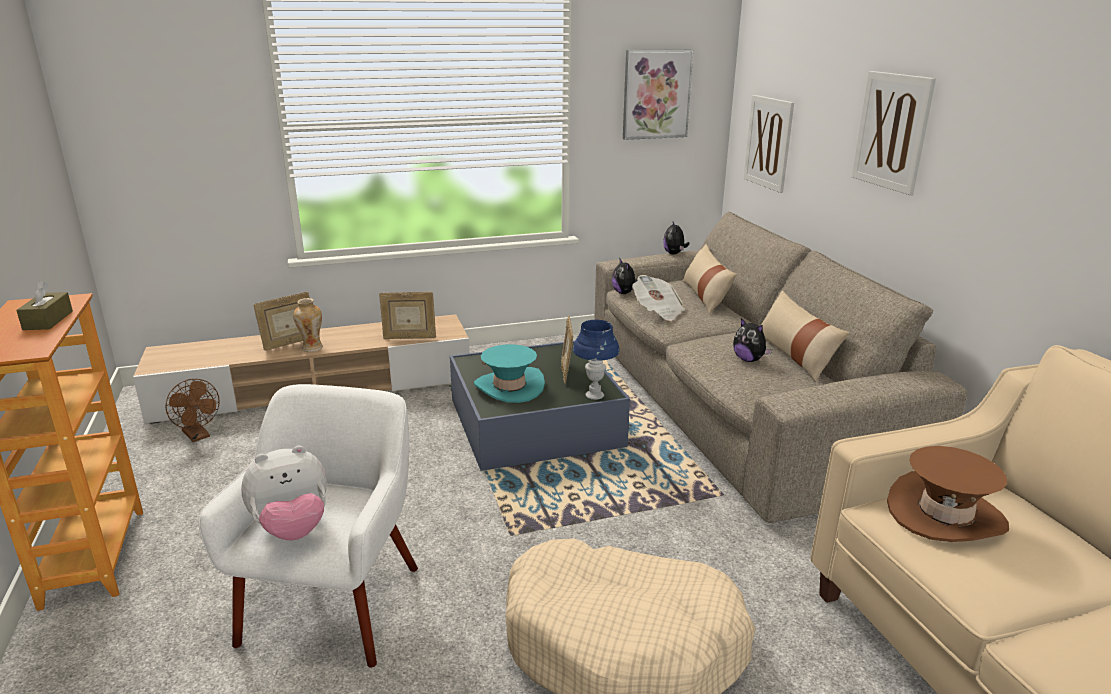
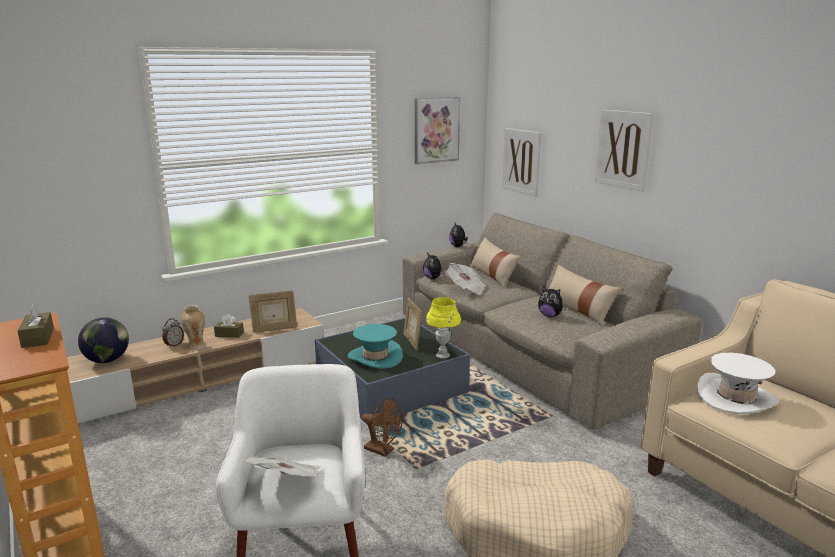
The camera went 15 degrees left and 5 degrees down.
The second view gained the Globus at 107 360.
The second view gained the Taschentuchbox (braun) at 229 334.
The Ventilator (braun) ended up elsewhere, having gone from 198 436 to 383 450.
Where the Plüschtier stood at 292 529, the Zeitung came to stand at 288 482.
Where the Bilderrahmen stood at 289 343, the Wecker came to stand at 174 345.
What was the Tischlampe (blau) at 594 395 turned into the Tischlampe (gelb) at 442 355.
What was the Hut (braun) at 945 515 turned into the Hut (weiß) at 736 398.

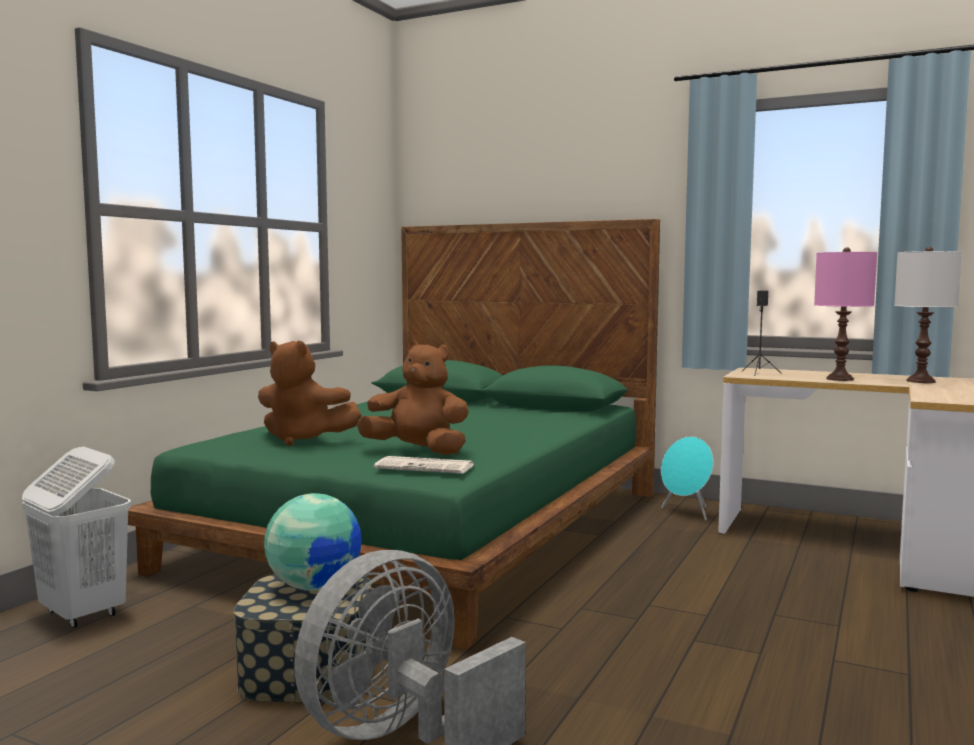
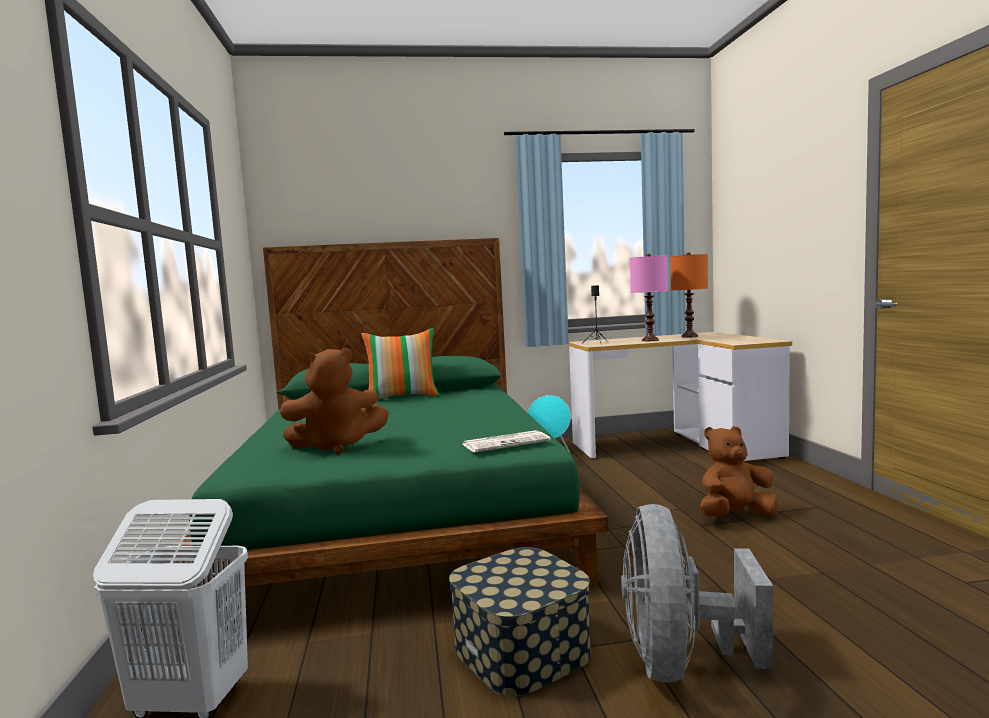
The camera went 35 degrees left and 0 degrees up.
The second view lost the Globus at 314 586.
The second view gained the Kissen at 403 397.
The Plüschtier (braun) ended up elsewhere, having gone from 418 451 to 735 516.
What was the Tischlampe (weiß) at 920 381 turned into the Tischlampe (orange) at 689 336.

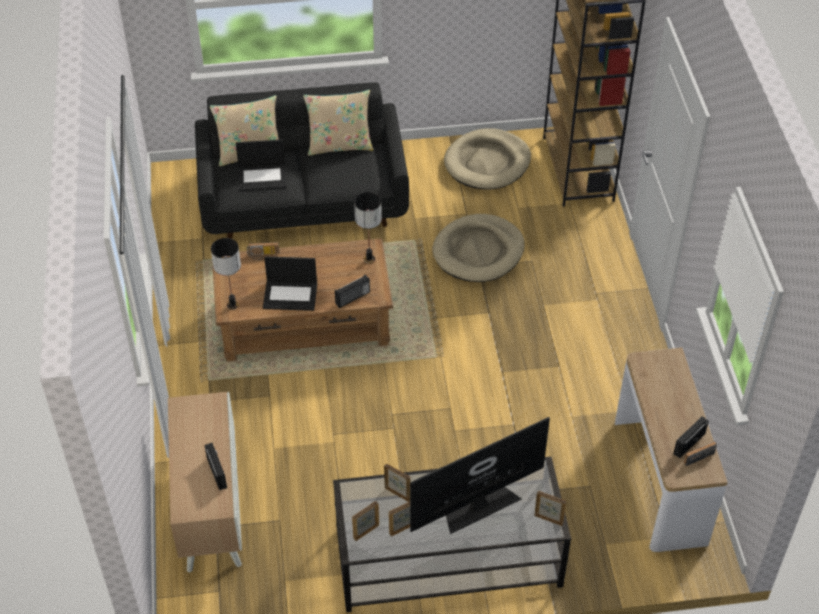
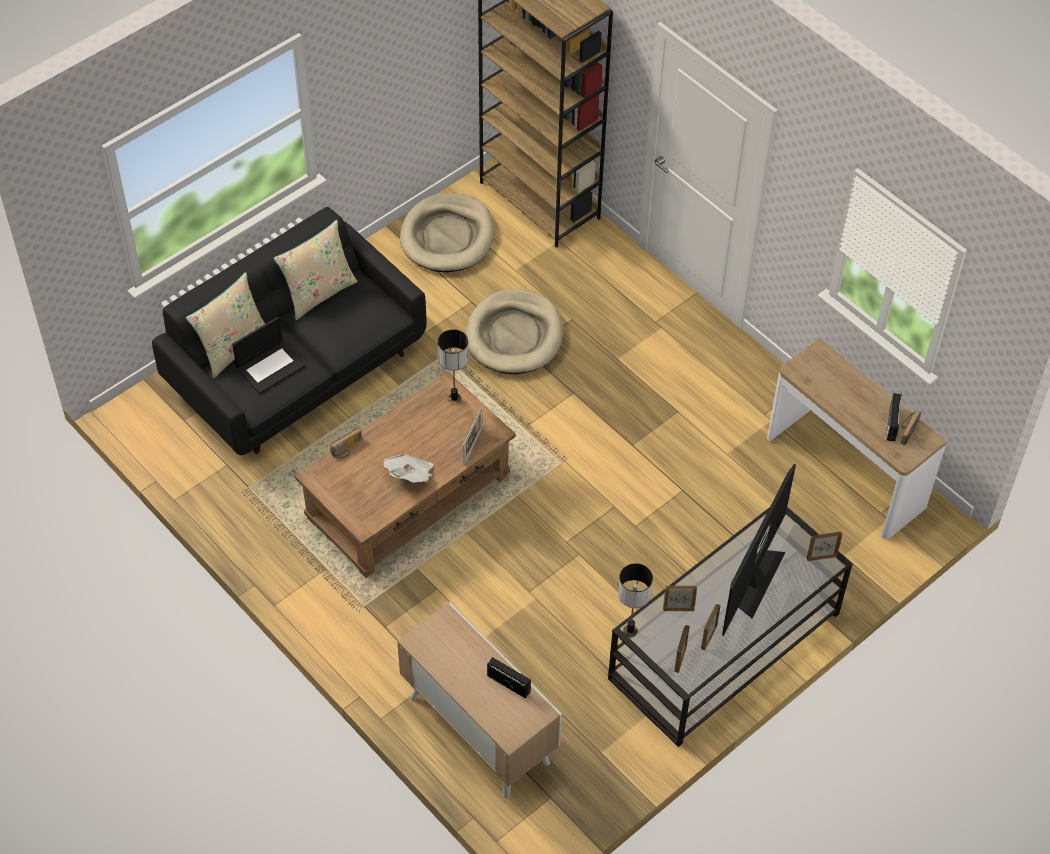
The camera went 35 degrees left and 5 degrees up.
The Tischlampe ended up elsewhere, having gone from 232 305 to 630 631.
Where the Laptop stood at 291 295, the Zeitung came to stand at 410 475.
Where the Radio stood at 353 298, the Bilderrahmen came to stand at 473 447.

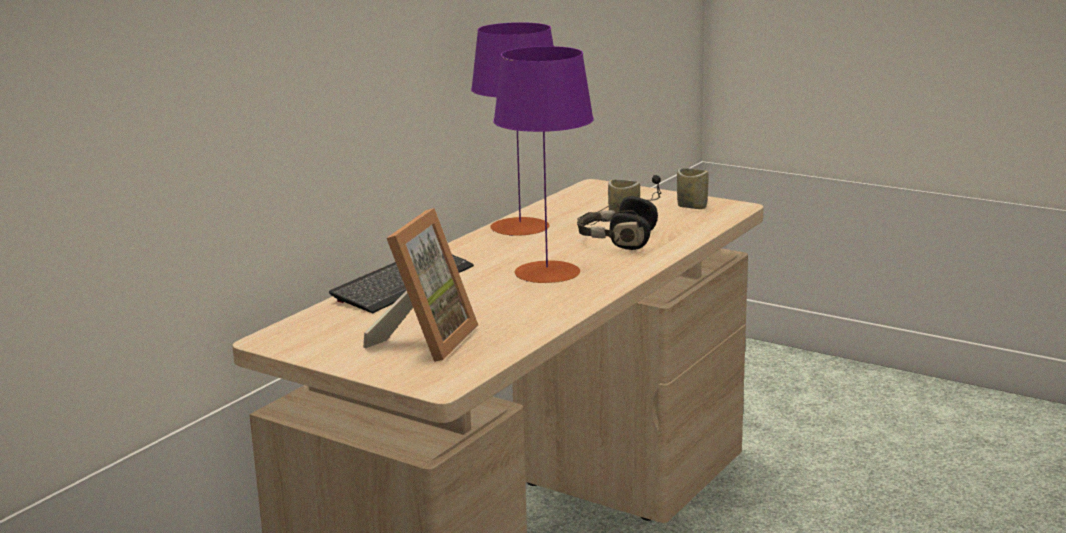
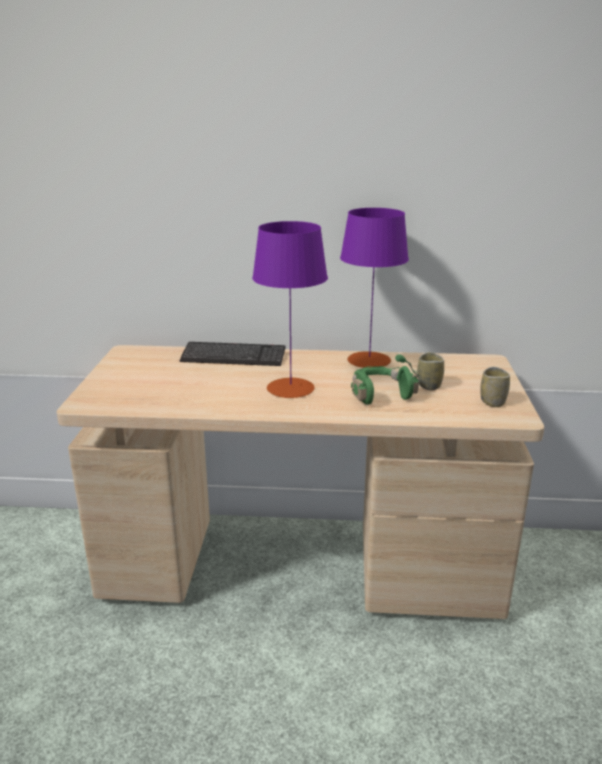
The camera went 60 degrees right and 5 degrees up.
The second view lost the Bilderrahmen at 425 341.
What was the Kopfhörer (schwarz) at 618 240 turned into the Kopfhörer (grün) at 379 394.

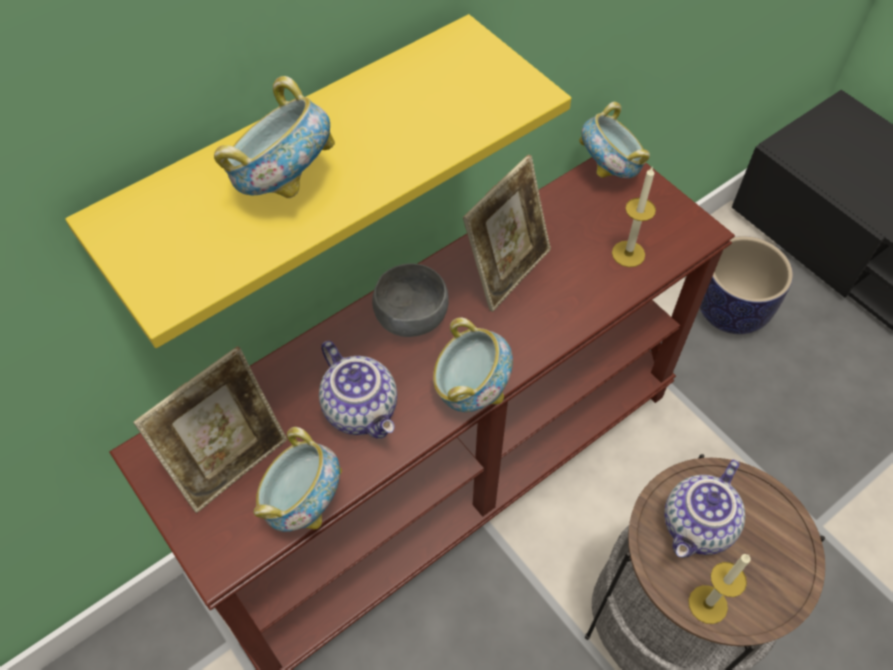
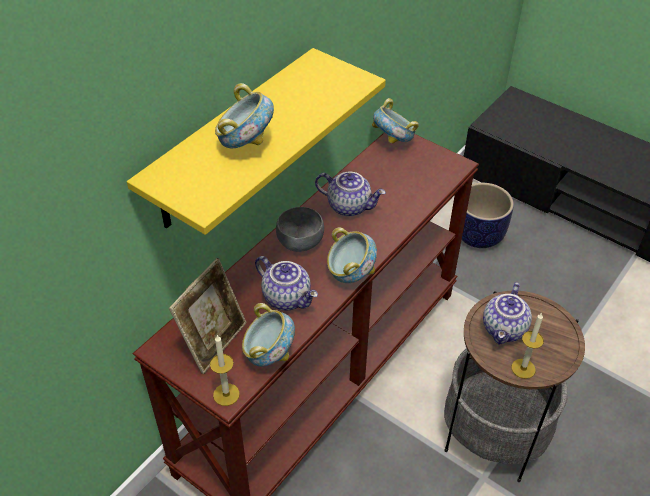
The camera went 15 degrees left and 10 degrees down.
The Kerze ended up elsewhere, having gone from 628 254 to 226 394.
Where the Bilderrahmen stood at 506 270, the Teekanne came to stand at 349 206.

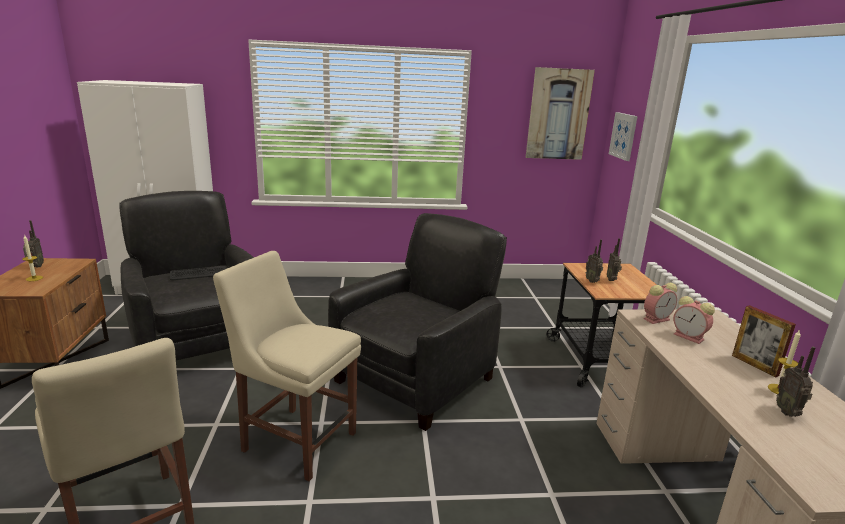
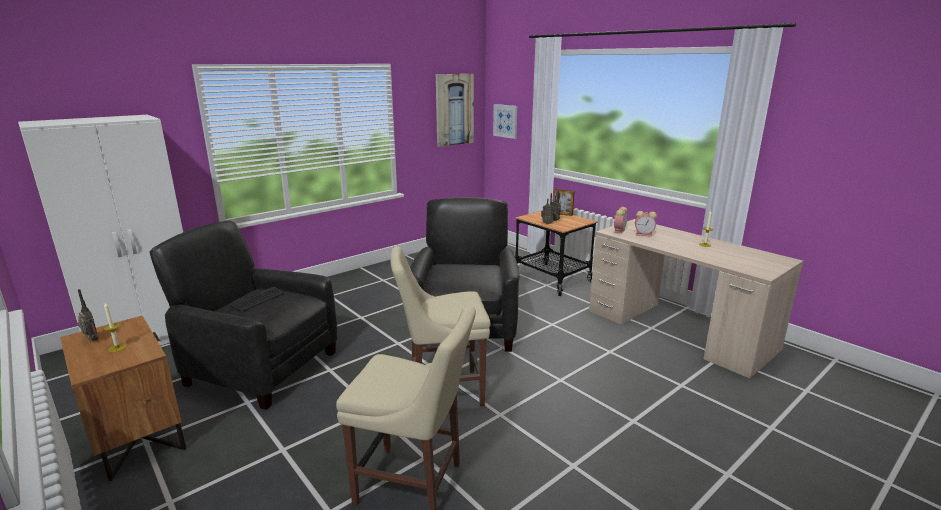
The camera went 35 degrees left and 0 degrees up.
The second view lost the Radio at 788 412.
The Bilderrahmen ended up elsewhere, having gone from 754 365 to 562 214.

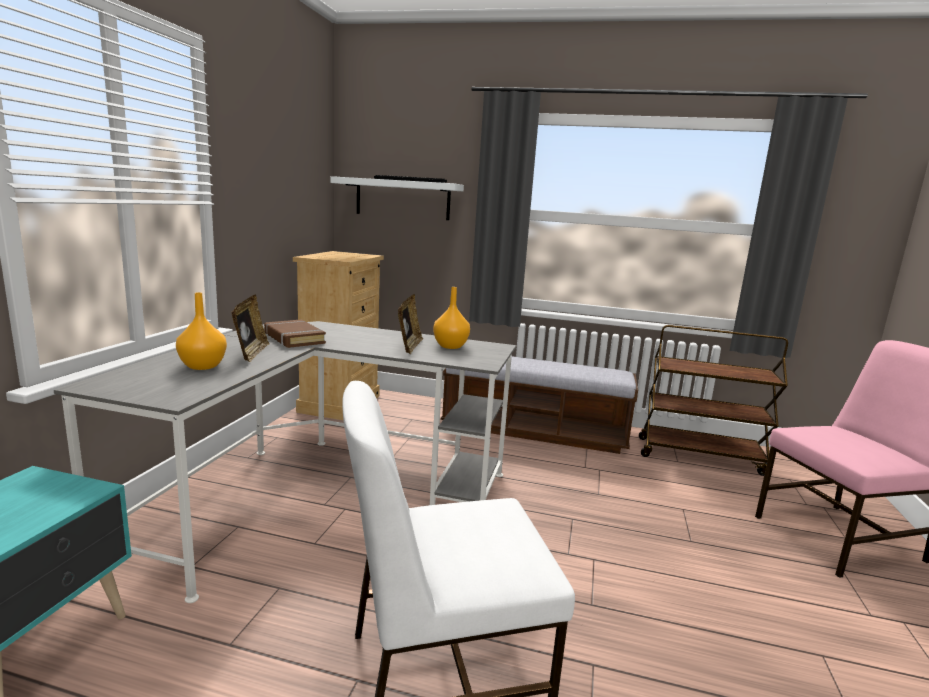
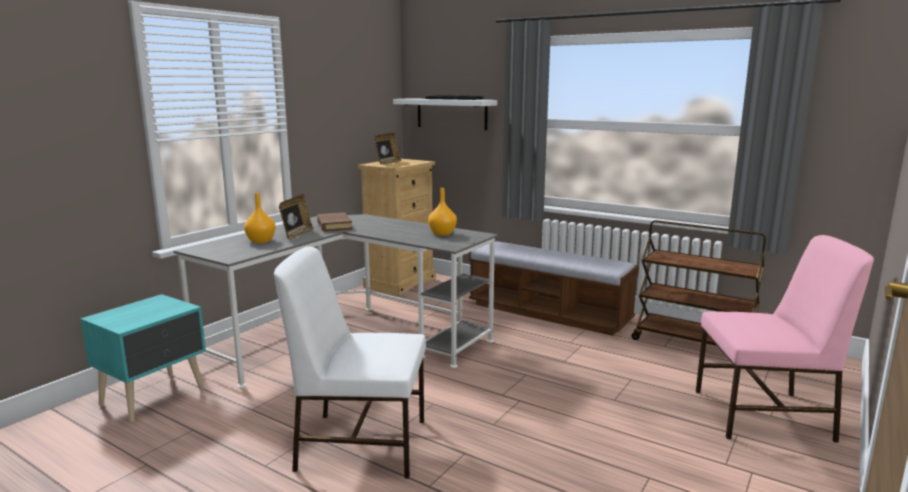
The camera went 20 degrees right and 0 degrees up.
The Bilderrahmen ended up elsewhere, having gone from 409 347 to 387 163.

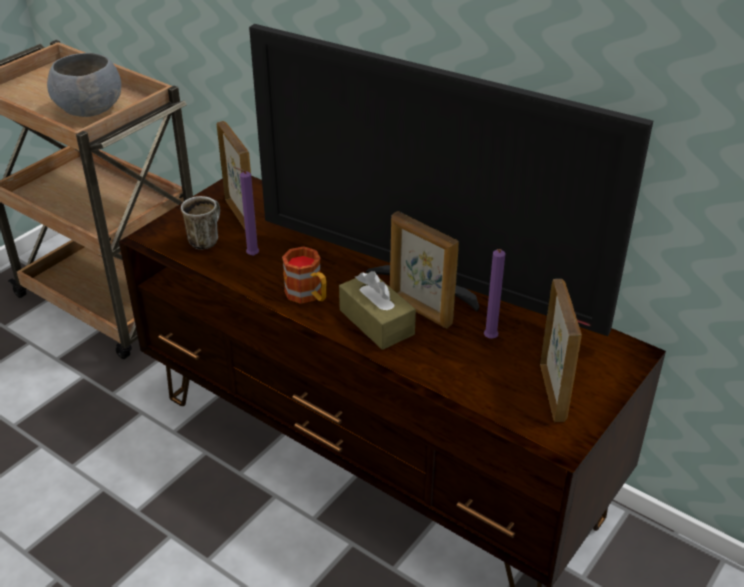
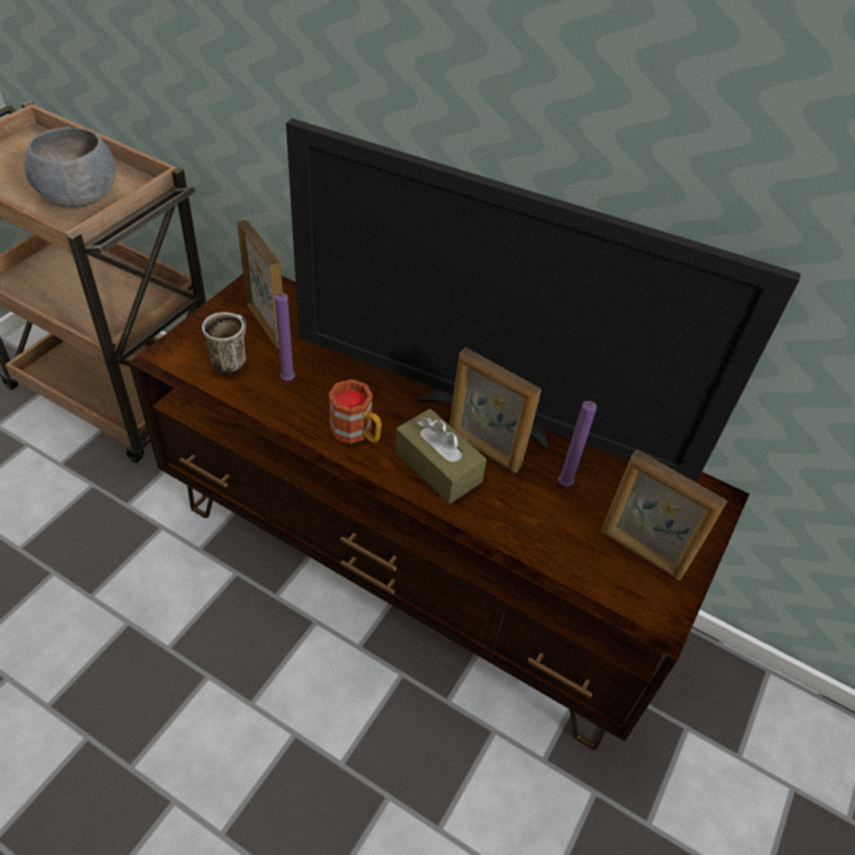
The camera went 10 degrees left and 10 degrees up.
The Bilderrahmen at 553 392 ended up facing another way, 135 degrees clockwise from before.

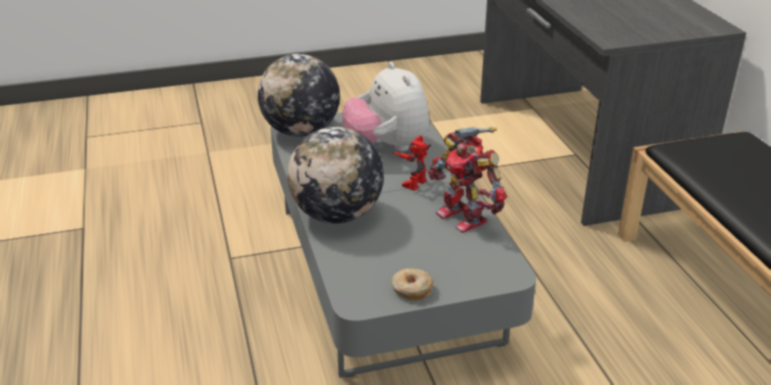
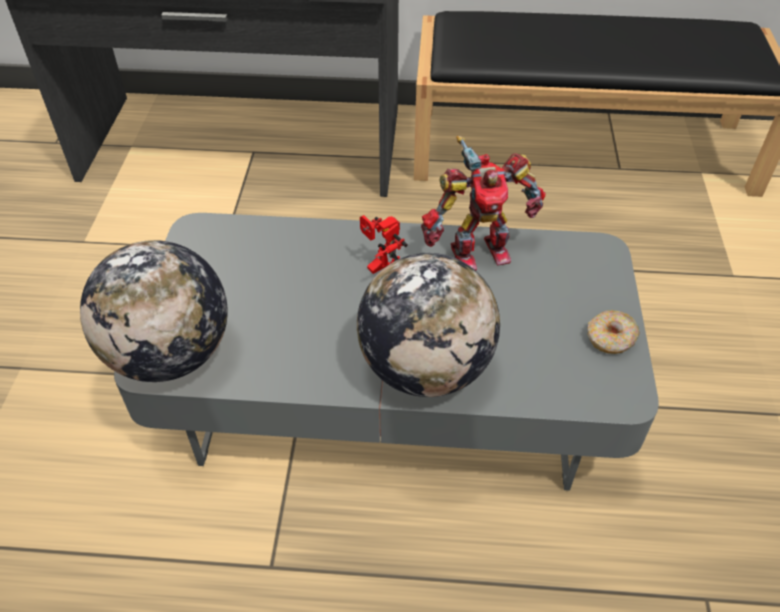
The camera went 70 degrees left and 15 degrees up.
The second view lost the Plüschtier at 387 146.

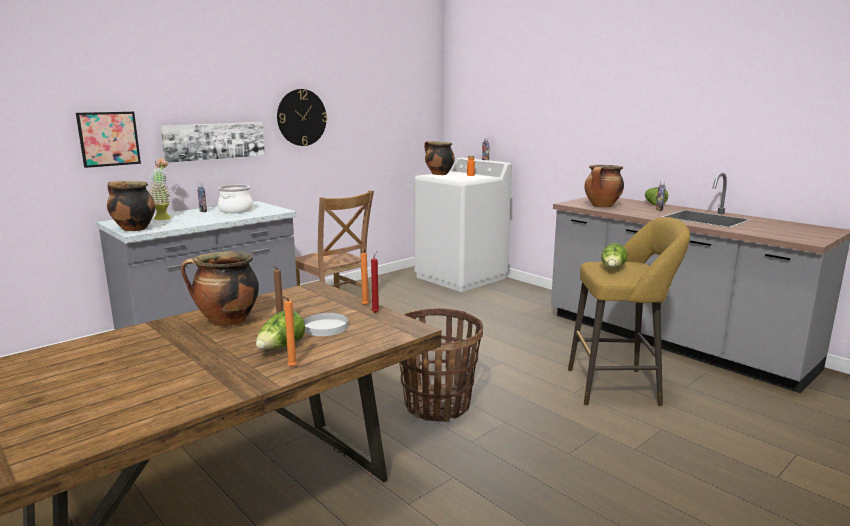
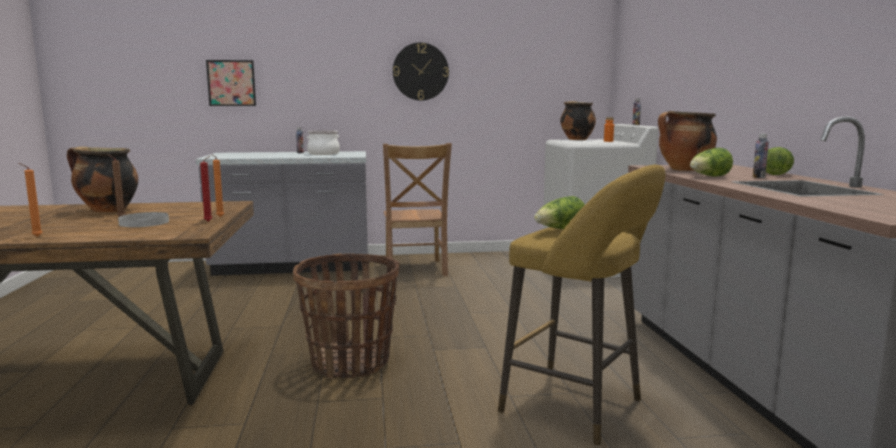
The camera went 35 degrees right and 5 degrees down.
The second view lost the Kochtopf at 133 229.
The second view lost the Topfpflanze at 163 217.
The second view lost the Bild at 214 141.
The Salatkopf ended up elsewhere, having gone from 281 348 to 709 177.

